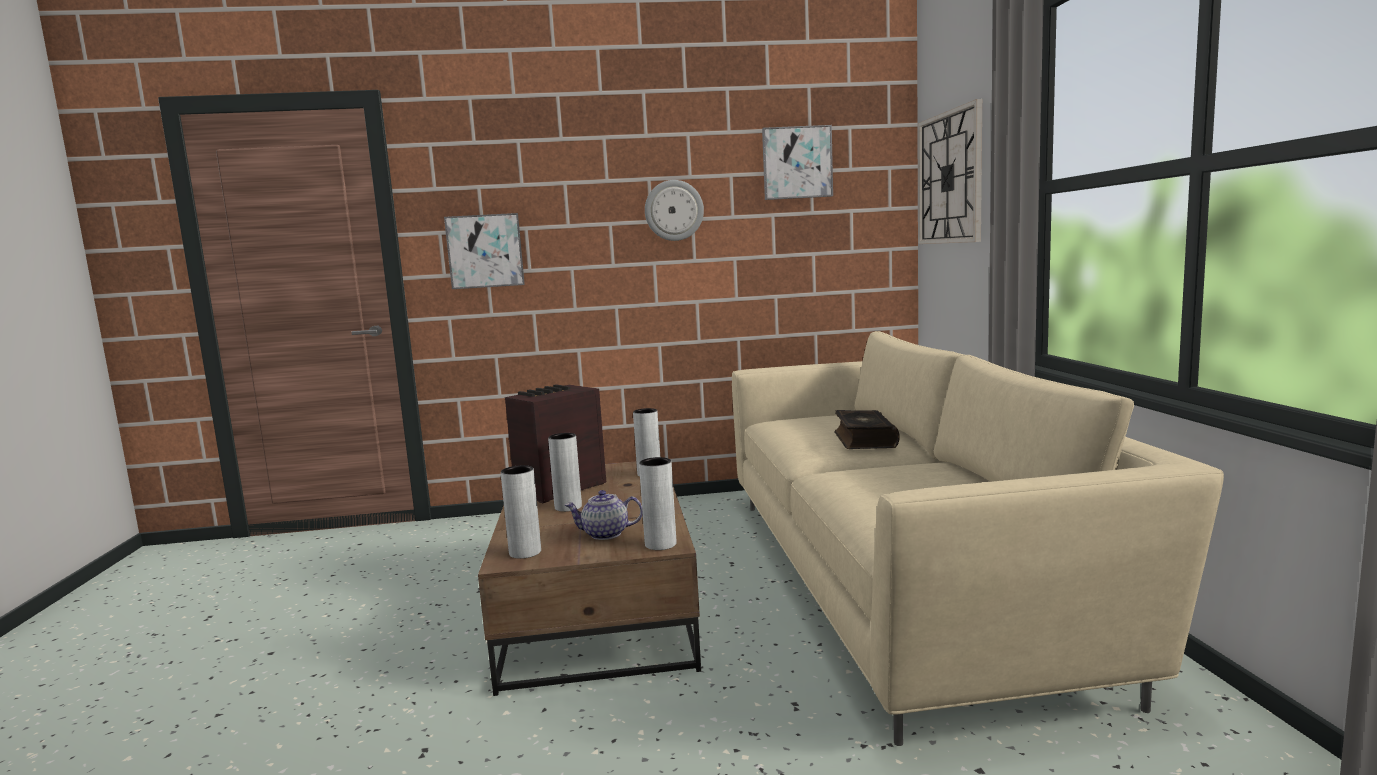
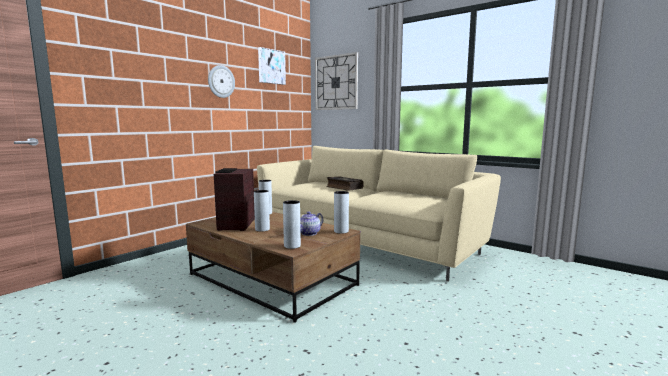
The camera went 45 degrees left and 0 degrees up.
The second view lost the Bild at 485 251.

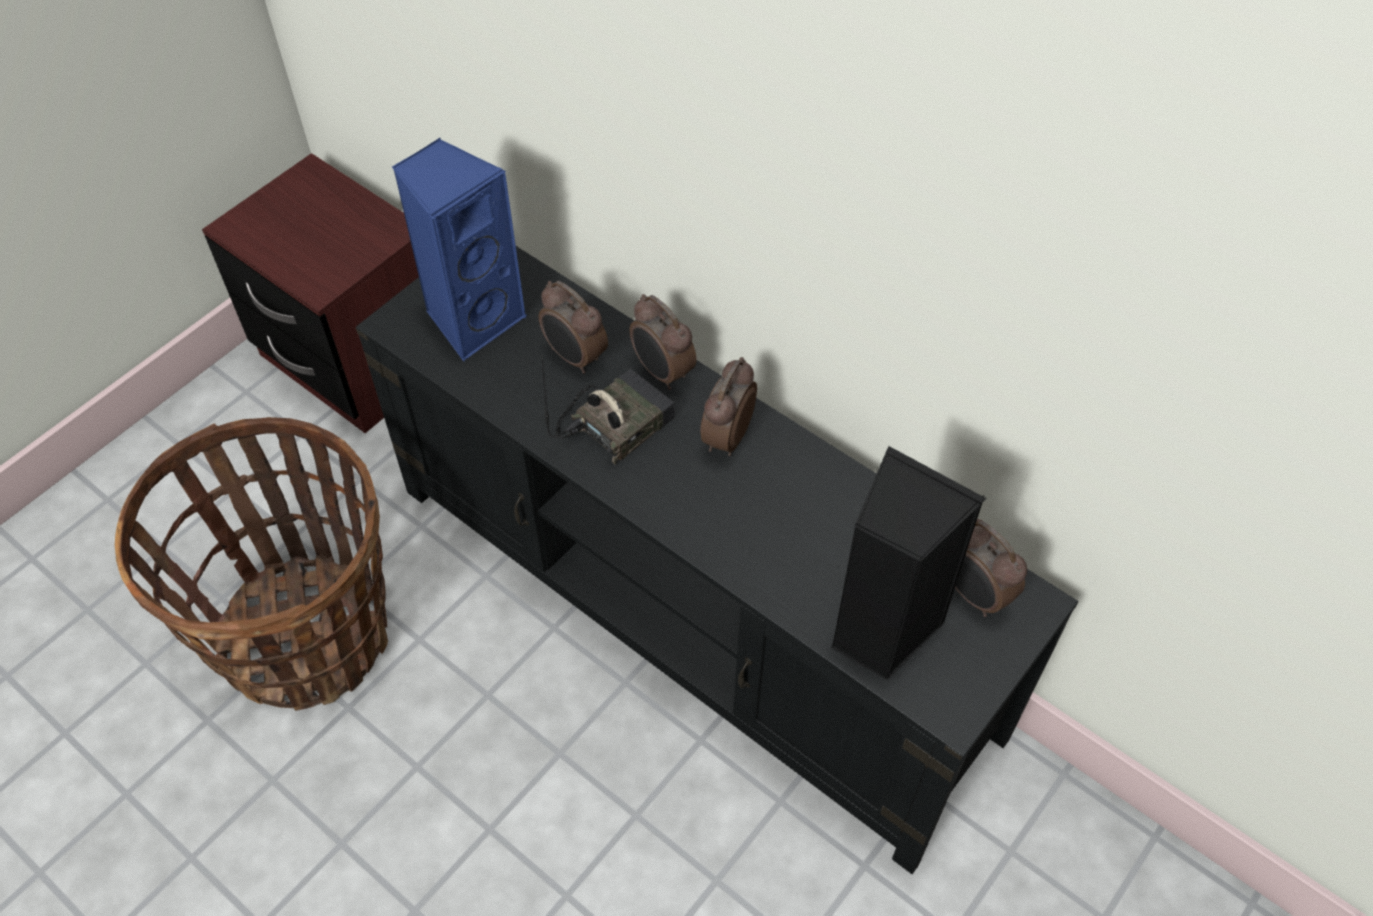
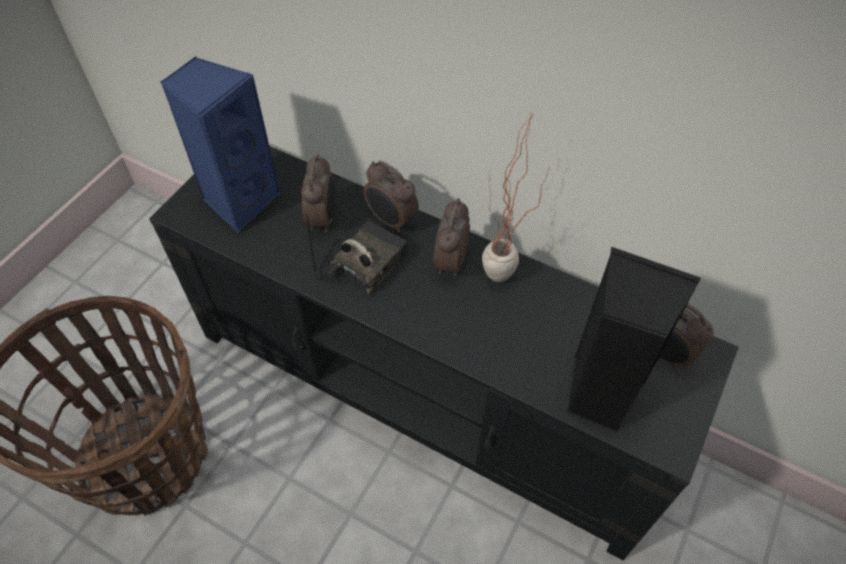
The camera went 10 degrees left and 0 degrees up.
The second view lost the Nachttisch (braun) at 356 357.
The second view gained the Topfpflanze at 500 285.
The Wecker at 574 357 ended up facing another way, 120 degrees counterclockwise from before.

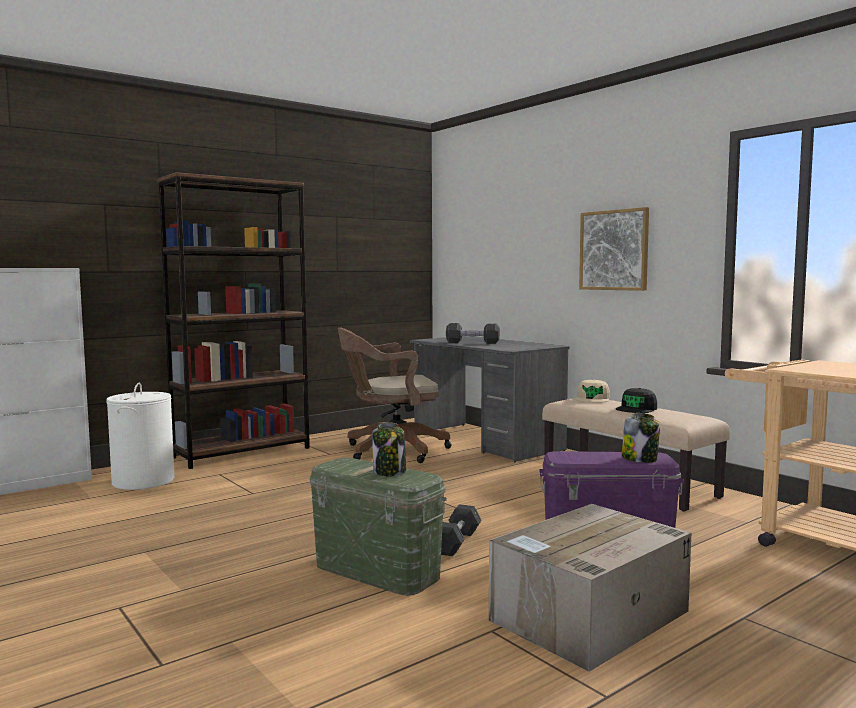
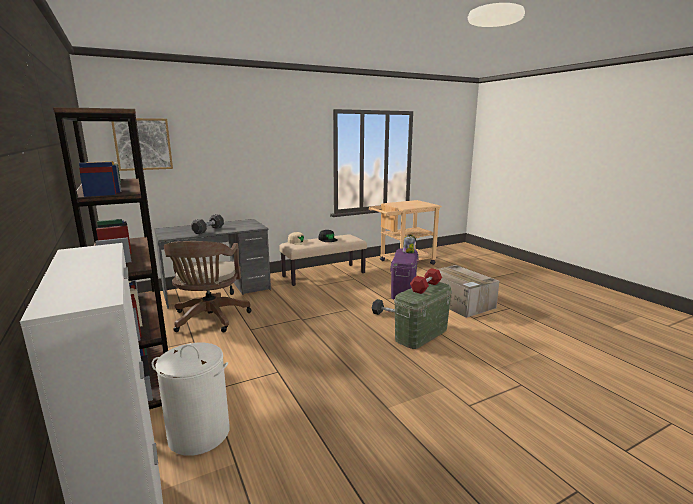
The camera went 80 degrees left and 10 degrees up.
The Bild ended up elsewhere, having gone from 614 250 to 143 144.
Where the Vorratsglas stood at 390 472, the Hantel (rot) came to stand at 426 287.

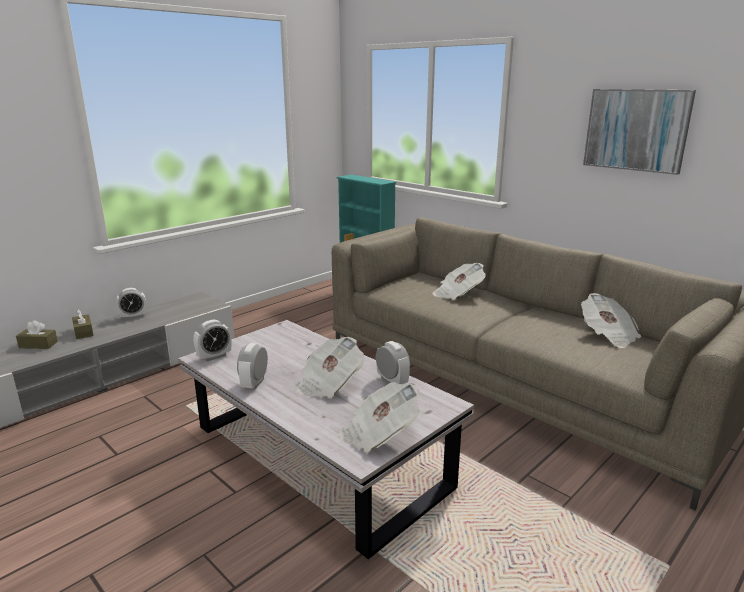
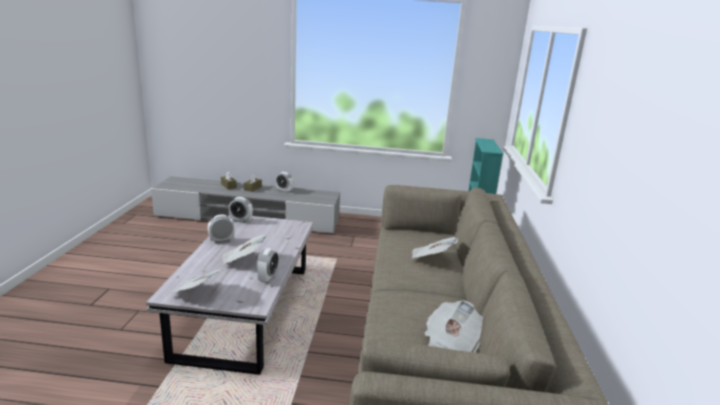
The camera went 50 degrees right and 0 degrees up.
The second view lost the Bild at 636 130.

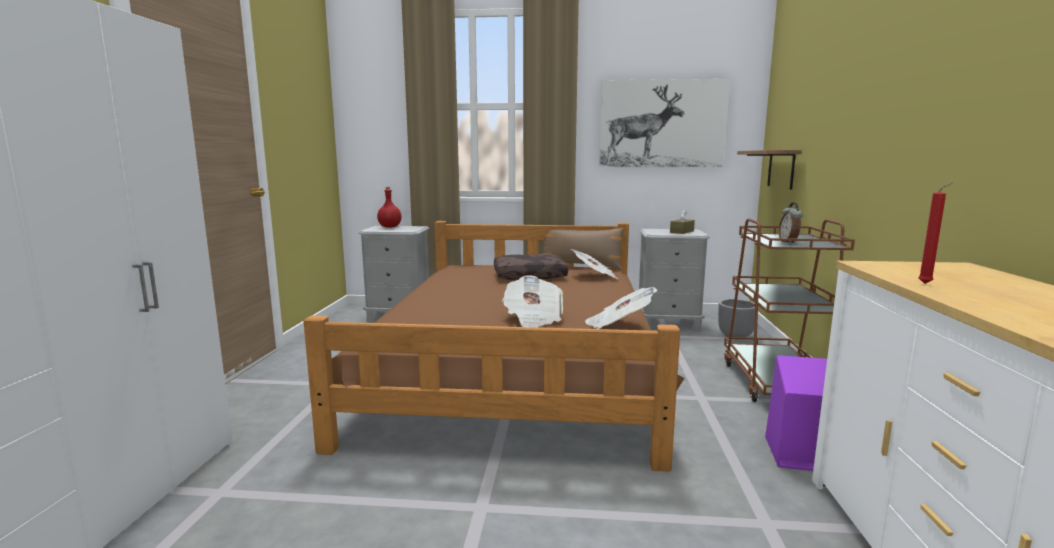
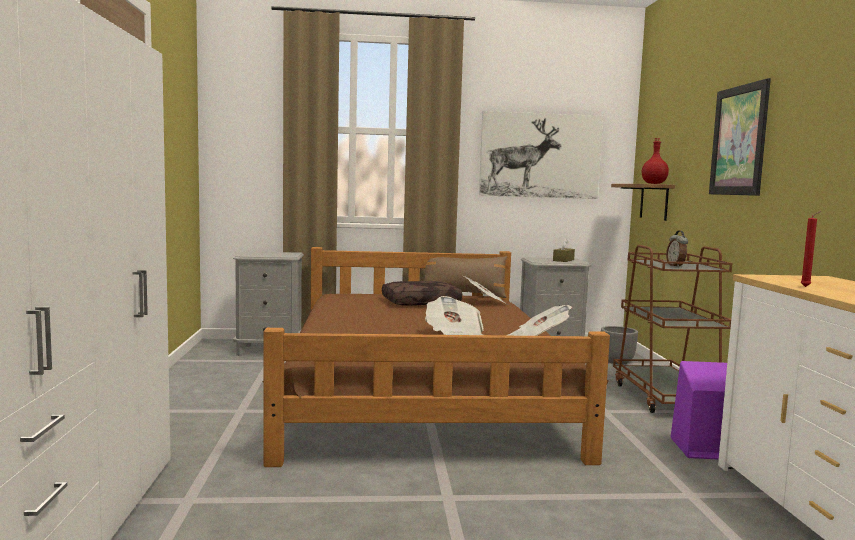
The camera went 10 degrees left and 5 degrees down.
The second view gained the Bild at 738 140.
The Flasche (rot) ended up elsewhere, having gone from 389 227 to 653 183.

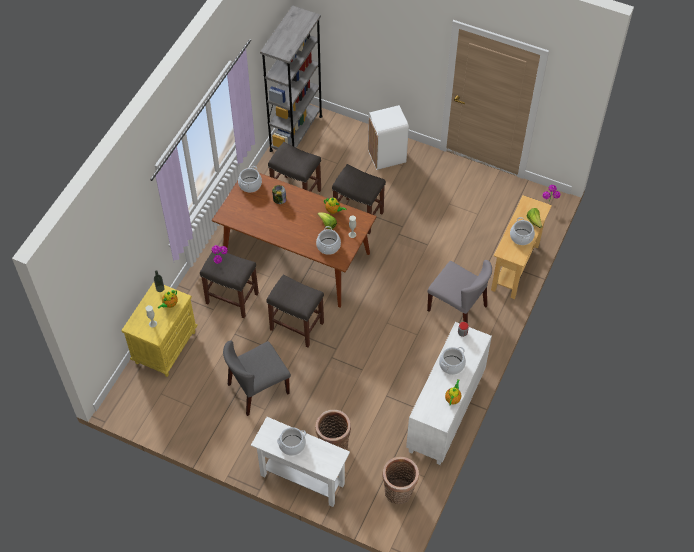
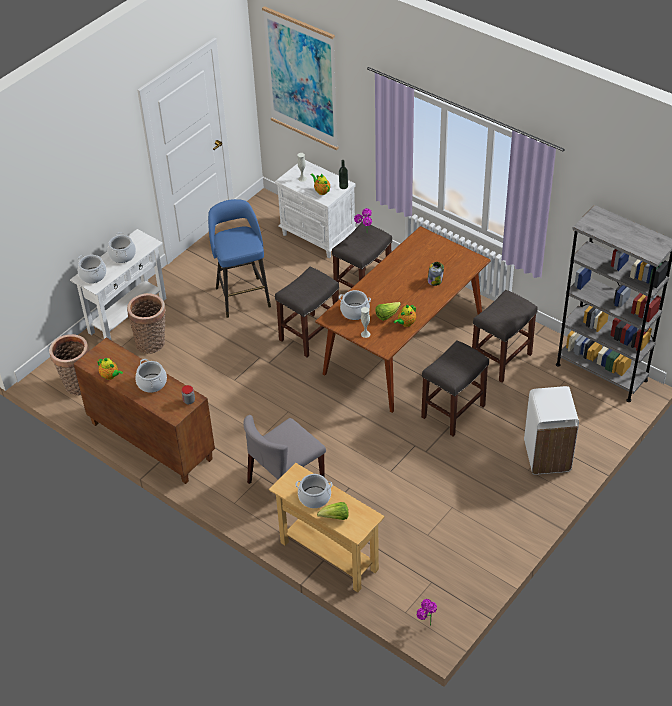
The camera went 105 degrees right and 10 degrees down.
The second view gained the Bild at 302 79.
The Kochtopf ended up elsewhere, having gone from 250 185 to 93 275.
Where the Stuhl (grau) stood at 258 389, the Hocker (blau) came to stand at 242 296.
What was the Nachttisch (gelb) at 165 346 turned into the Nachttisch (weiß) at 318 236.
What was the Schrank (weiß) at 446 414 turned into the Schrank (braun) at 150 441.

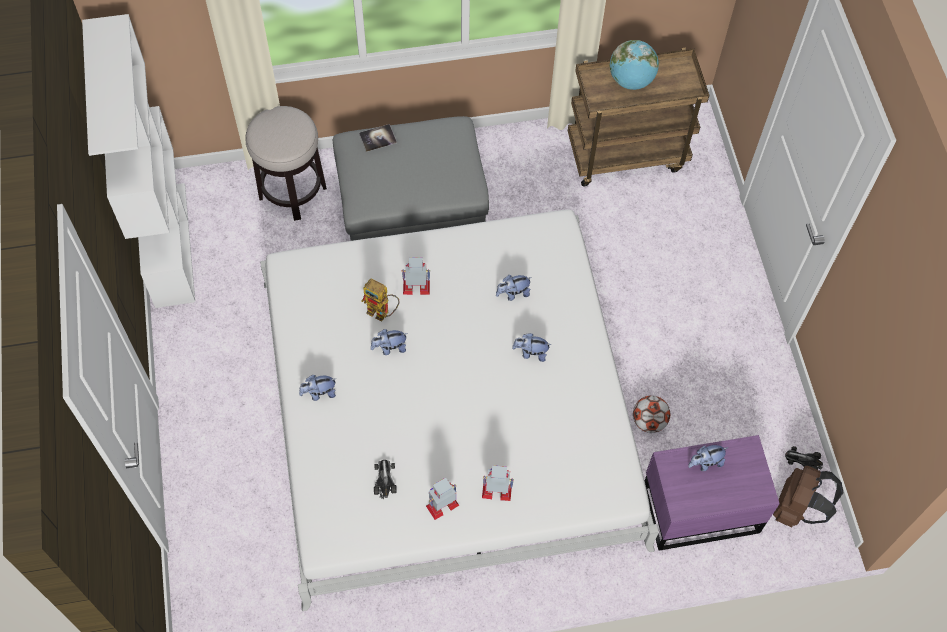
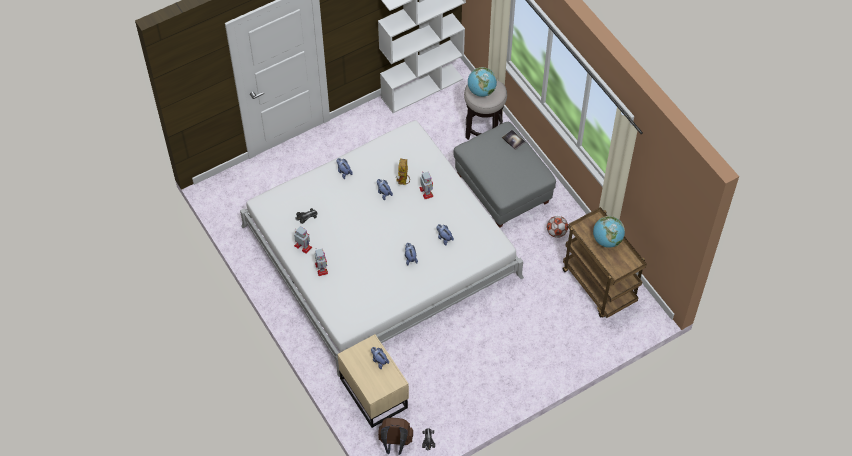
The camera went 70 degrees right and 5 degrees down.
The second view gained the Globus at 481 91.
The Fußball ended up elsewhere, having gone from 649 421 to 556 232.
What was the Nachttisch (lila) at 698 507 turned into the Nachttisch (beige) at 374 392.

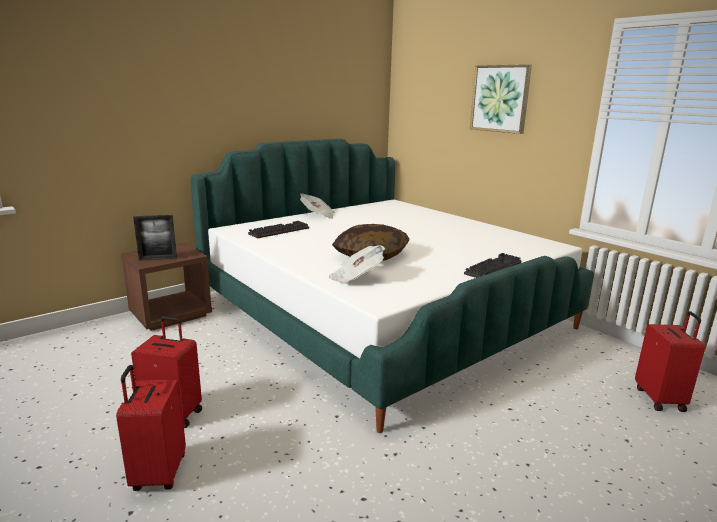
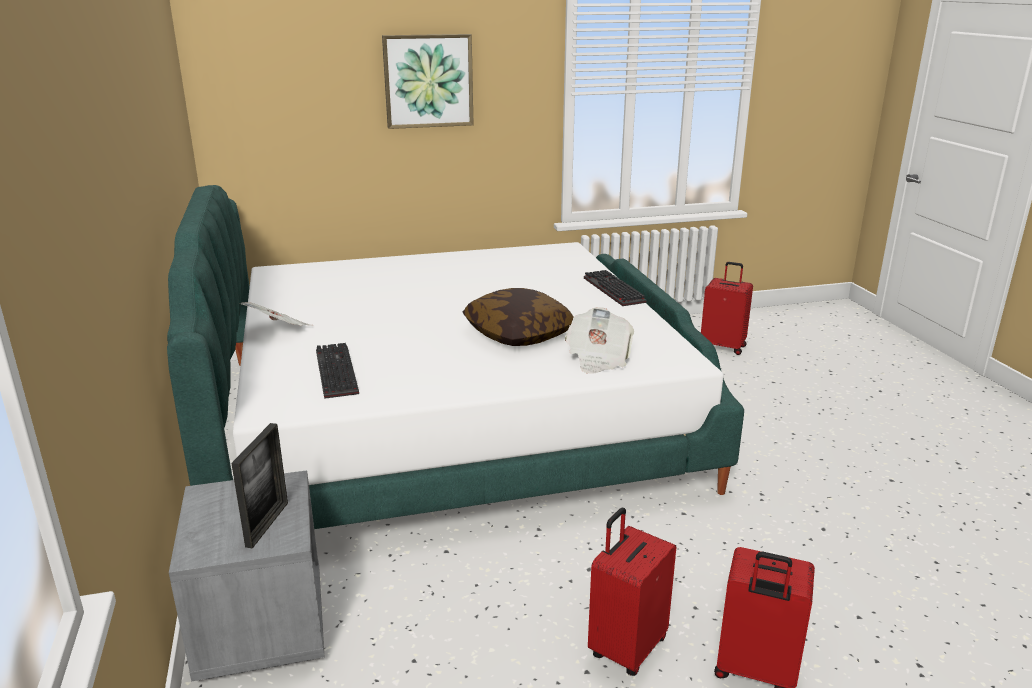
The camera went 65 degrees left and 5 degrees up.
What was the Nachttisch (braun) at 171 314 turned into the Nachttisch (grau) at 261 626.

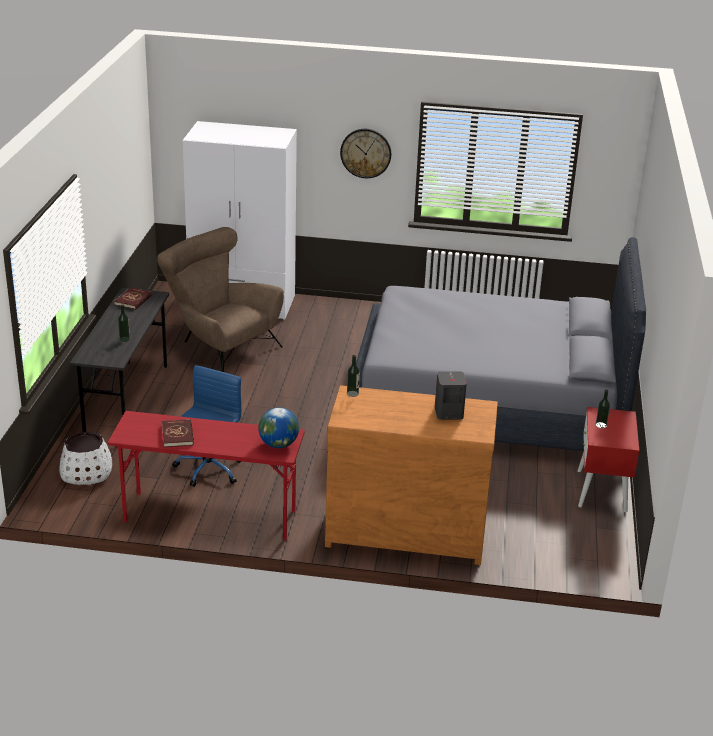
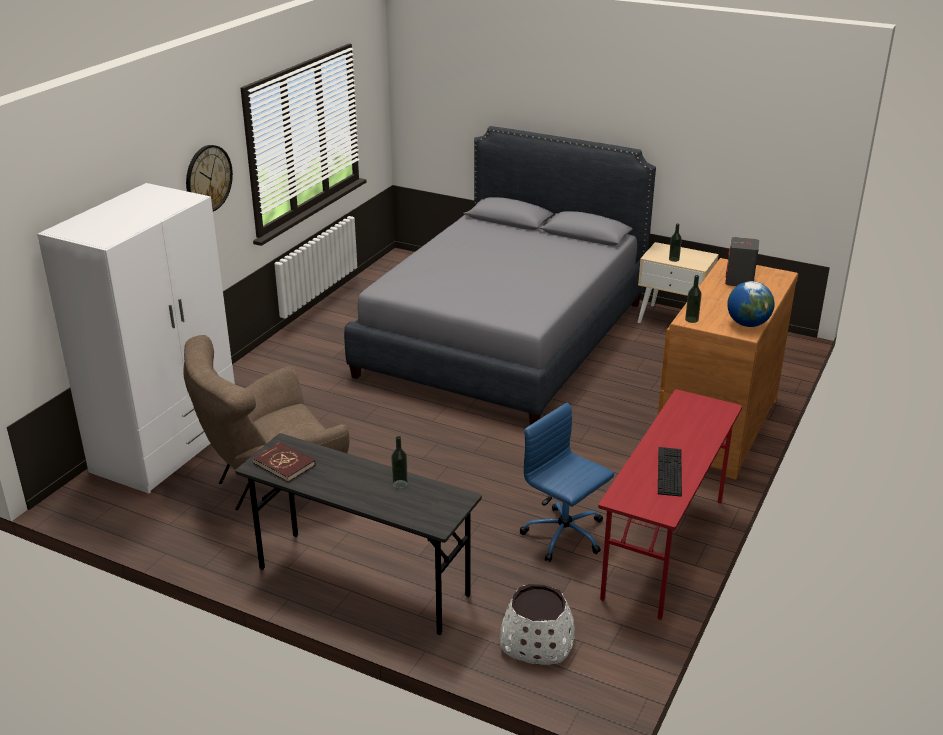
The camera went 70 degrees left and 0 degrees up.
The Globus ended up elsewhere, having gone from 278 444 to 748 324.
Where the Buch (rot) stood at 177 435, the Tastatur came to stand at 669 471.
What was the Nachttisch (rot) at 602 491 turned into the Nachttisch (beige) at 673 319.

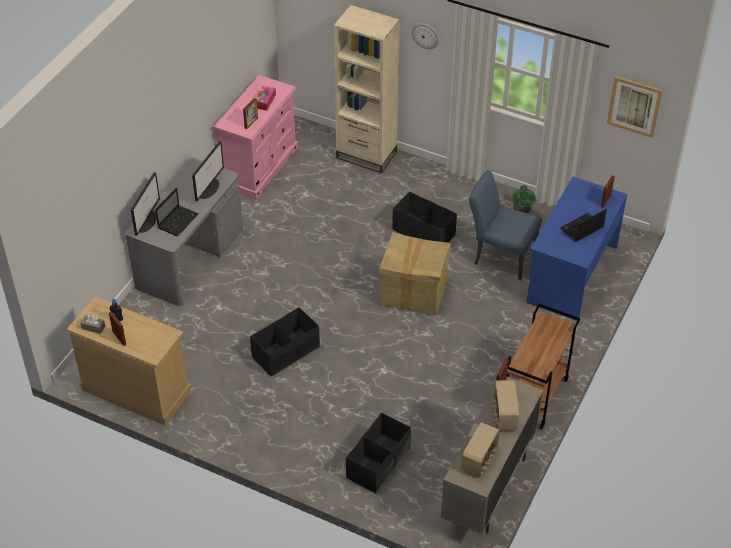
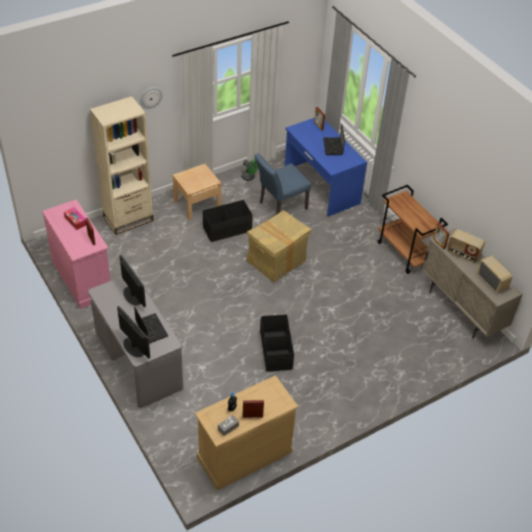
The camera went 60 degrees left and 0 degrees up.
The second view lost the Aufbewahrungsbox (schwarz) at 378 463.
The second view lost the Bild at 634 106.
The second view gained the Nachttisch (beige) at 197 204.

